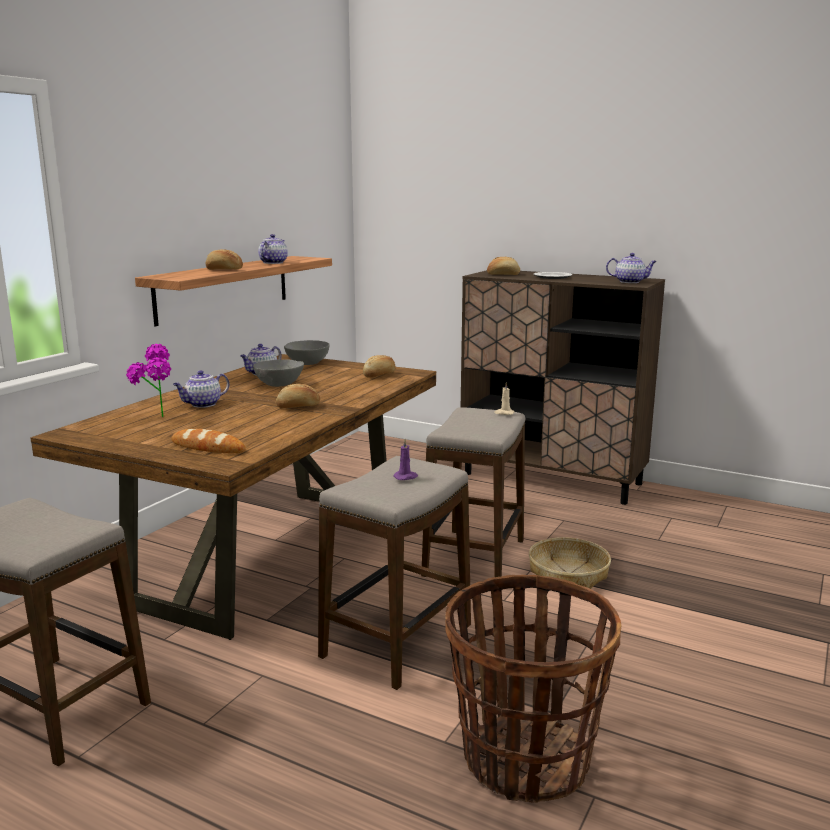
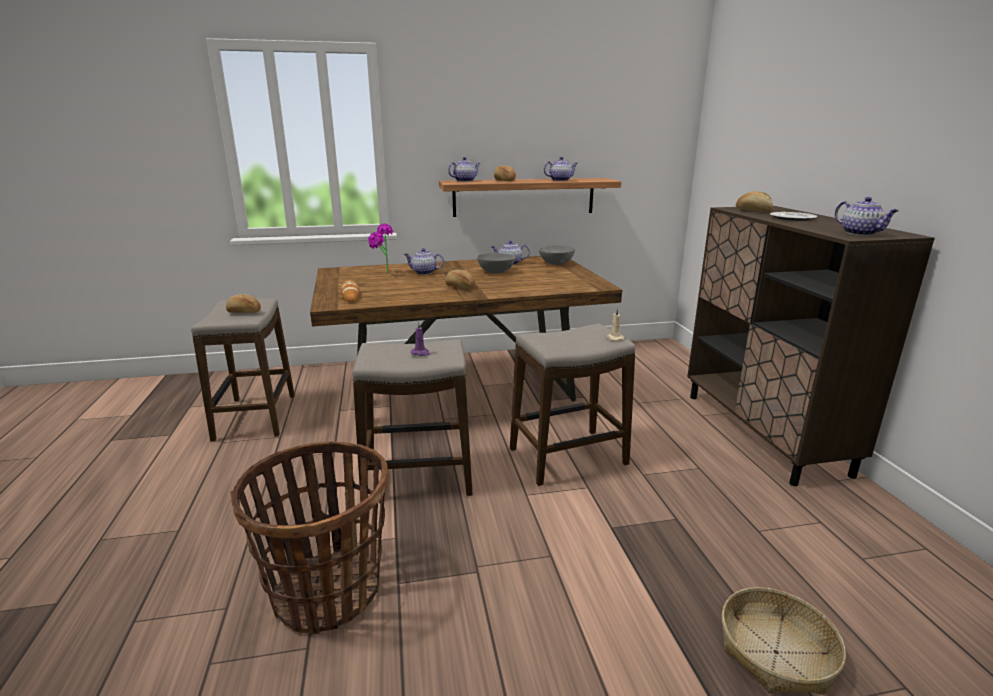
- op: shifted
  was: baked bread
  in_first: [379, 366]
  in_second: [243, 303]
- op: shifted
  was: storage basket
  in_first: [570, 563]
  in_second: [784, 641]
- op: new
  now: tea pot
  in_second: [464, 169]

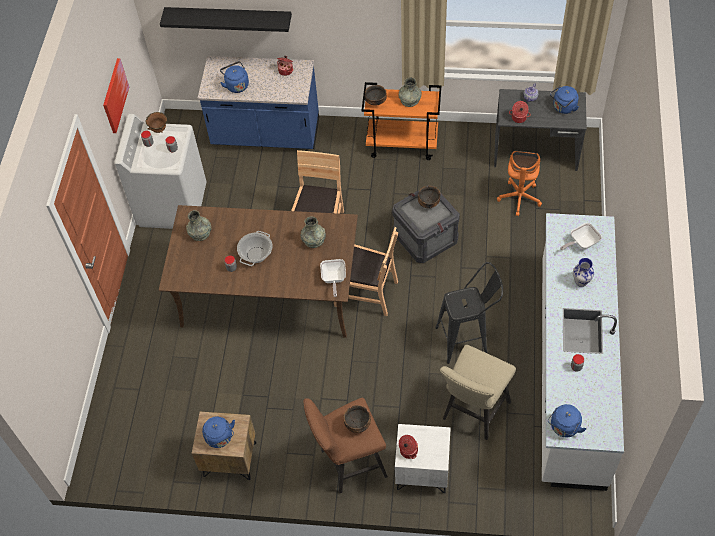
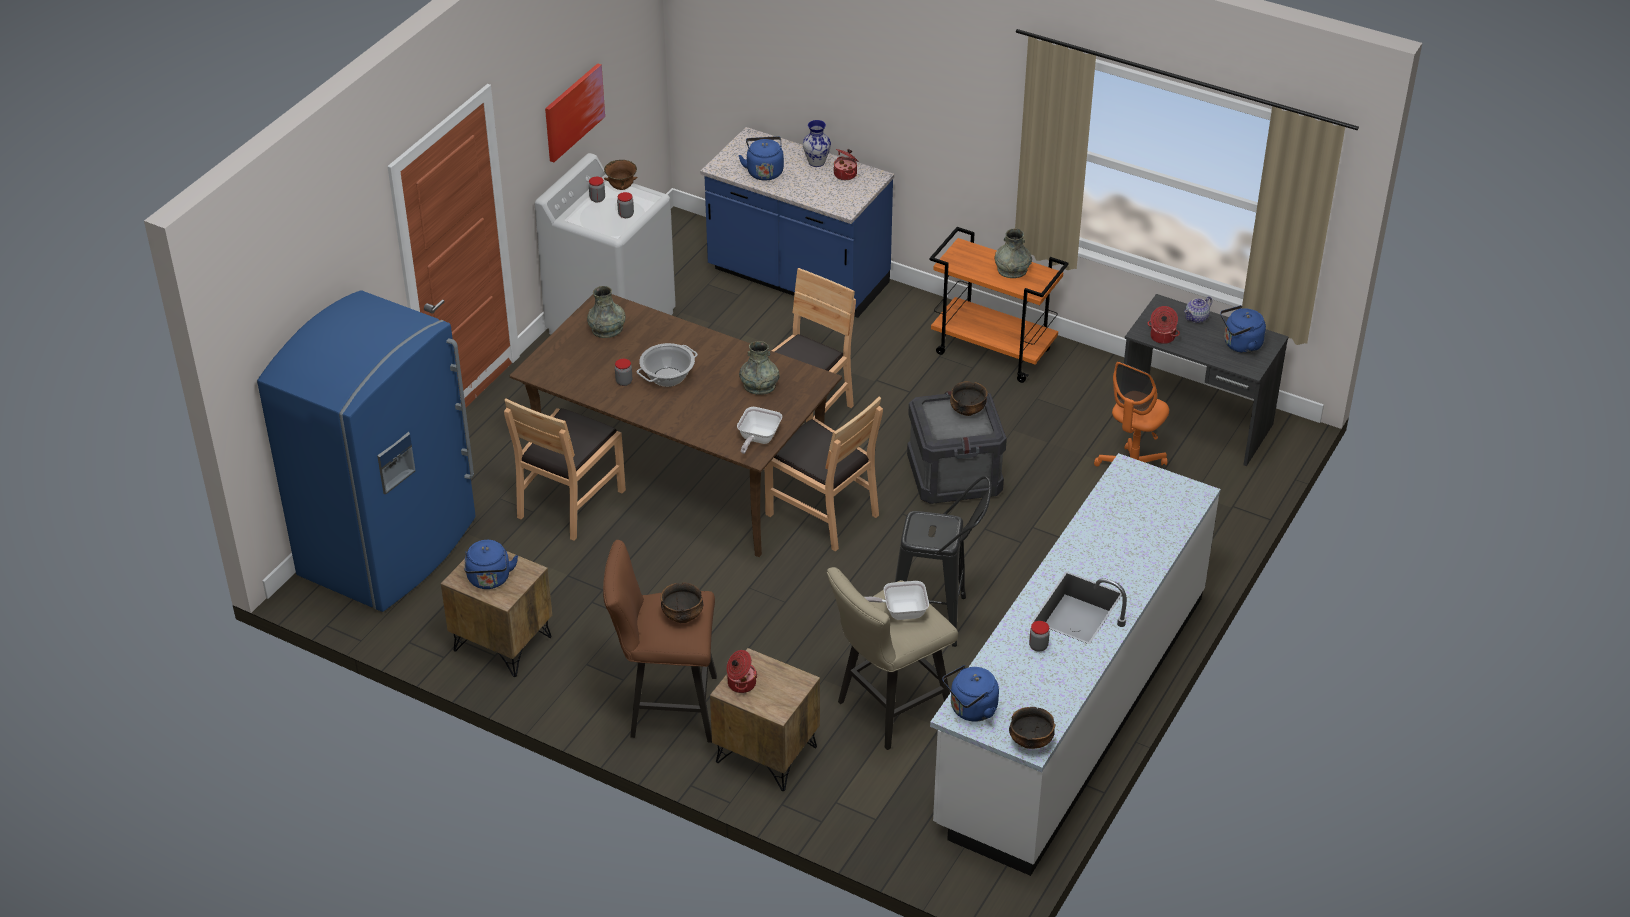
- op: gone
  was: black-coloured wall shelf
  in_first: [226, 19]
- op: shifted
  was: bowl
  in_first: [375, 95]
  in_second: [1032, 728]
- op: shifted
  was: frying pan
  in_first: [581, 236]
  in_second: [896, 600]
- op: shifted
  was: flower vase
  in_first: [583, 272]
  in_second: [817, 143]
- op: repainted
  was: white-coloured night table
  now: brownish night table
  in_first: [423, 458]
  in_second: [765, 719]
- op: new
  now: bluish fridge
  in_second: [366, 451]
- op: new
  now: brownish chair
  in_second: [565, 469]

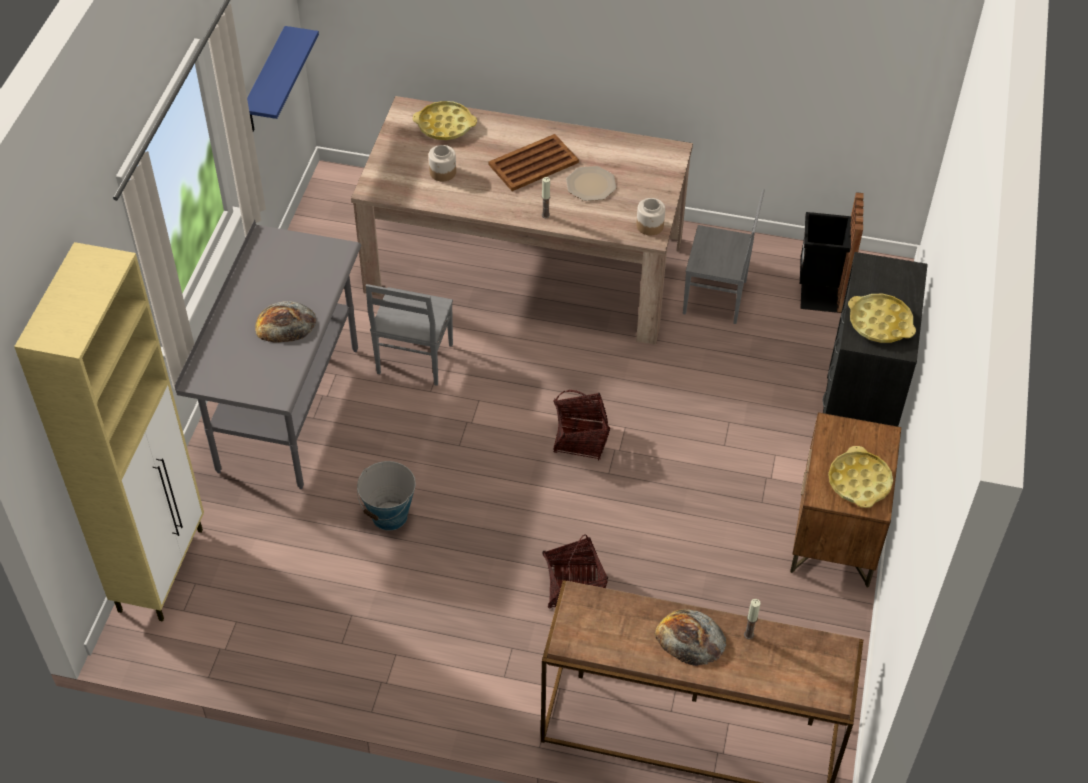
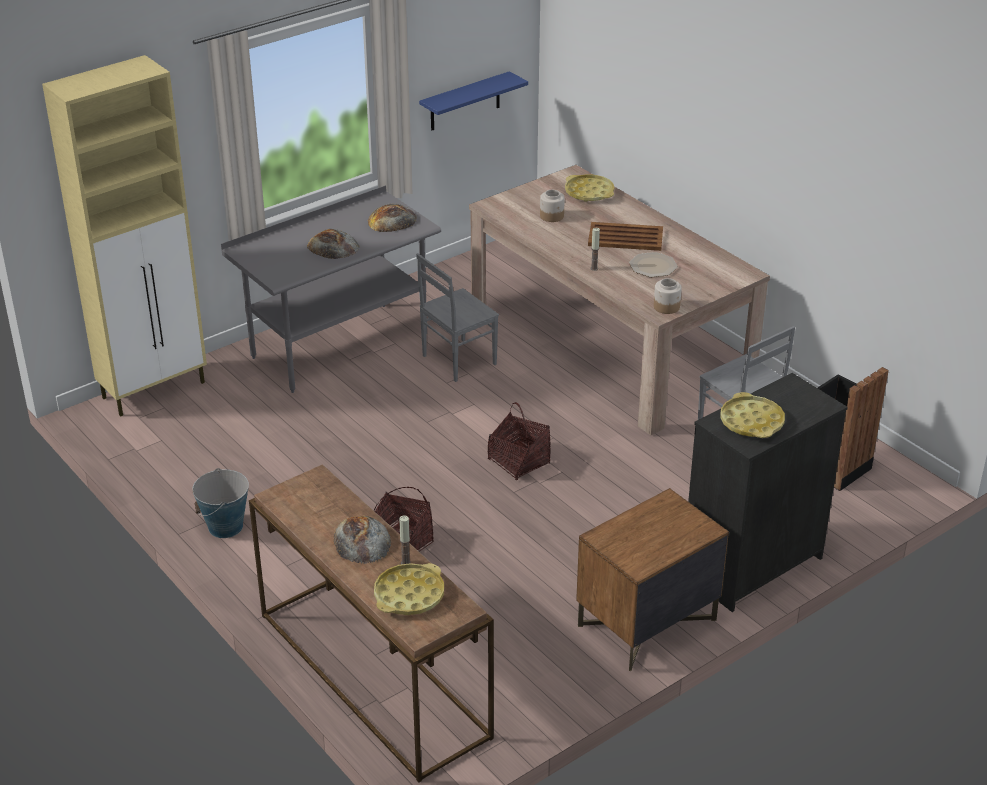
- op: shifted
  was: yellowish serving tray
  in_first: [860, 477]
  in_second: [409, 589]
- op: shifted
  was: pail
  in_first: [386, 496]
  in_second: [220, 503]
- op: new
  now: baked bread
  in_second: [392, 218]

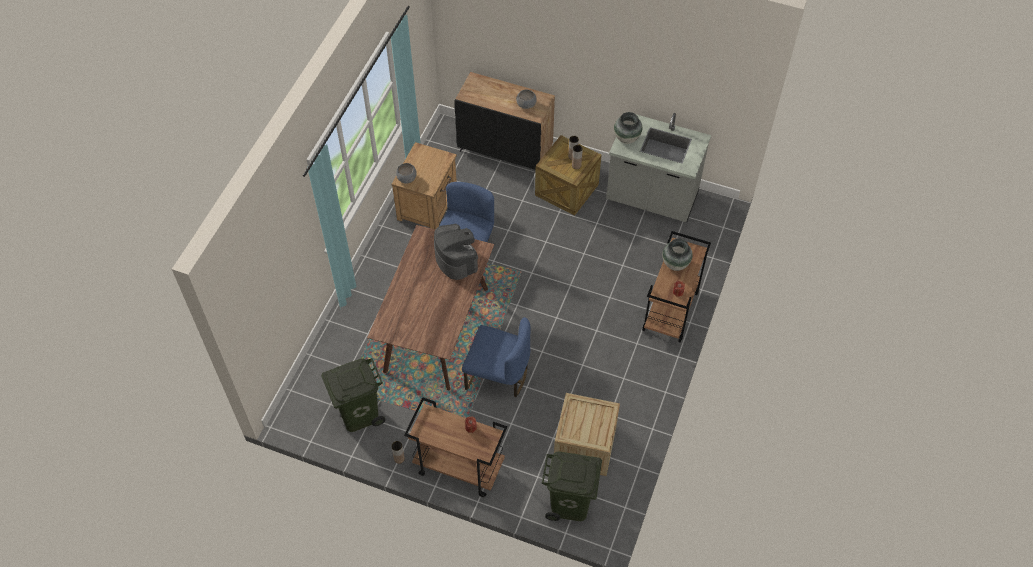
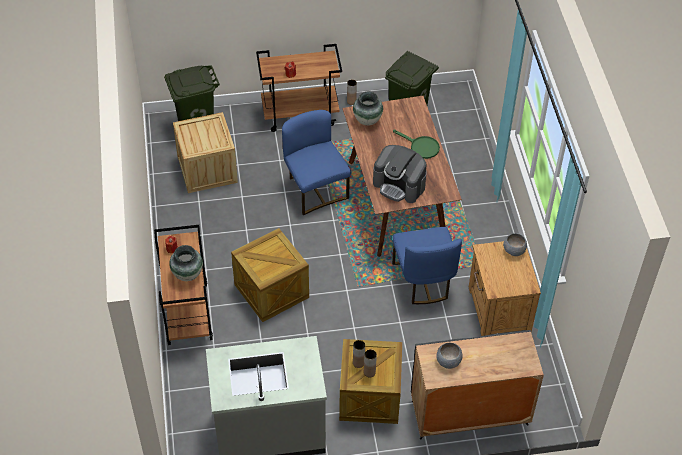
- op: shifted
  was: flower vase
  in_first: [628, 128]
  in_second: [368, 109]
- op: rotated
  was: bluish chair
  in_first: [496, 357]
  in_second: [316, 162]
  clockwise: 75
- op: new
  now: green frying pan
  in_second: [416, 144]
- op: new
  now: shipping crate
  in_second: [270, 275]

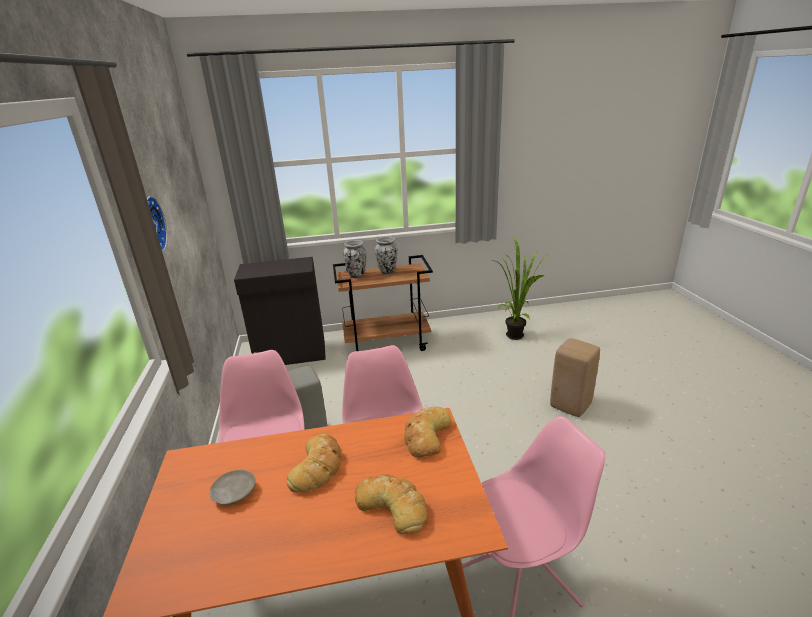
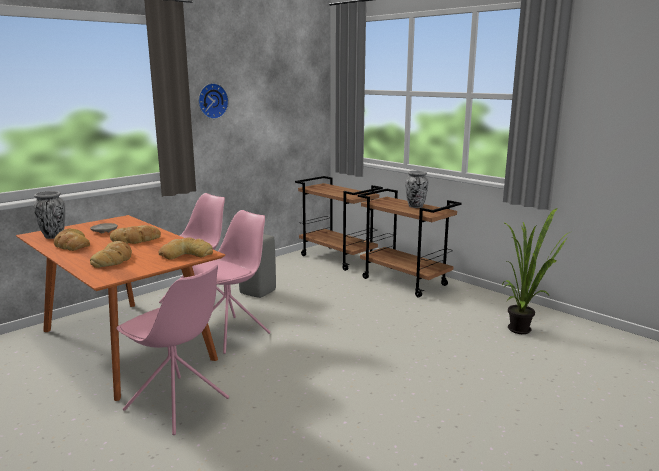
- op: shifted
  was: flower vase
  in_first: [354, 259]
  in_second: [49, 215]
- op: swapped
  was: black-coloured storage cabinet
  now: brownish trolley
  in_first: [280, 311]
  in_second: [339, 223]
- op: gone
  was: beige sitting stool
  in_first: [575, 377]
- op: new
  now: baked bread
  in_second: [72, 239]

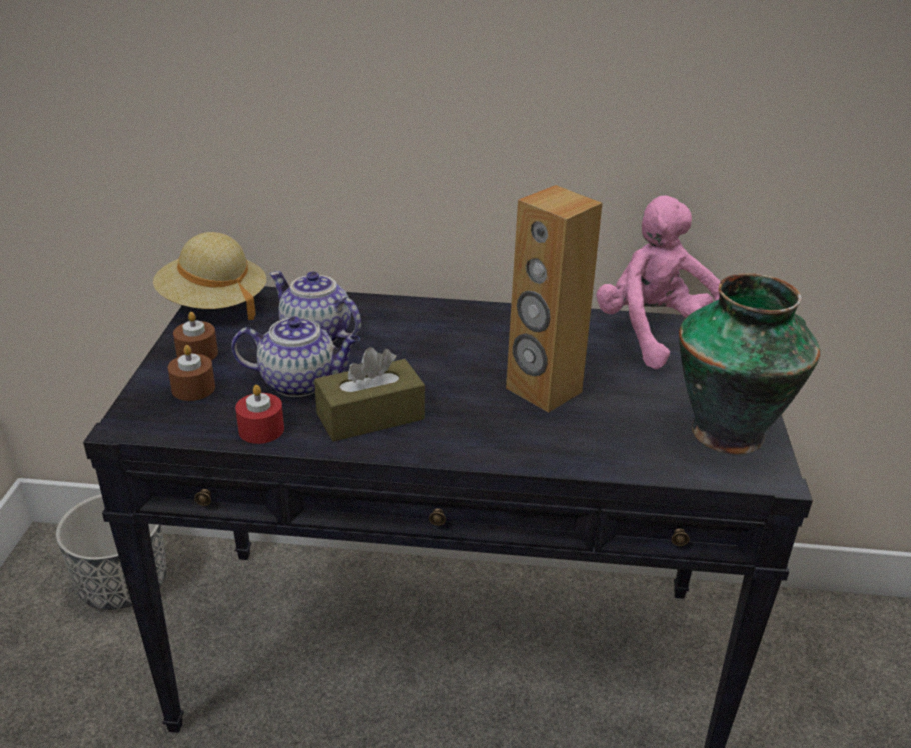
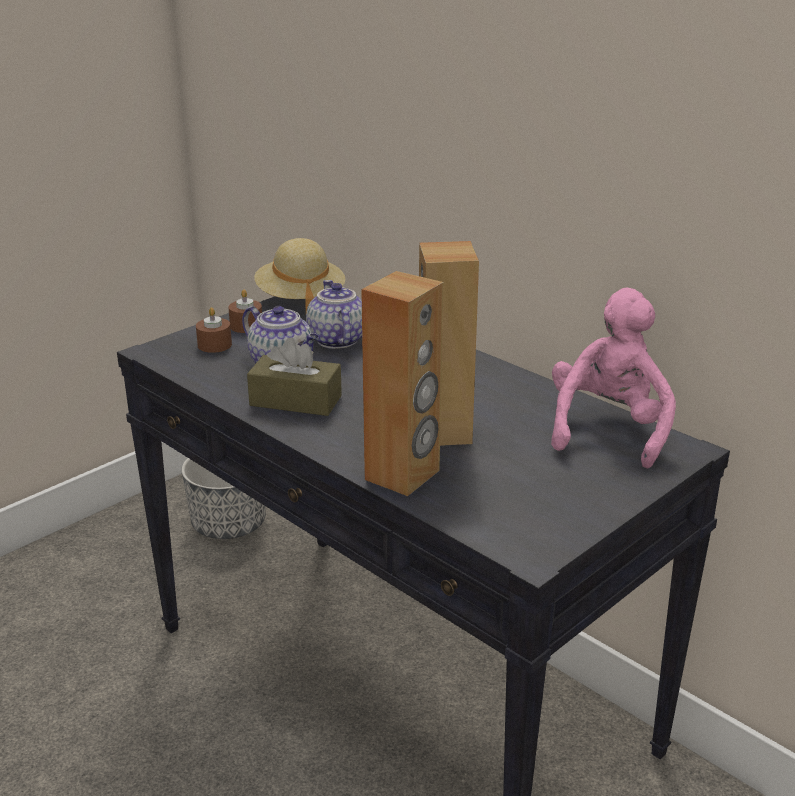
- op: gone
  was: flower vase
  in_first: [749, 363]
- op: gone
  was: red-coloured wax candle
  in_first: [259, 414]
- op: new
  now: brownish audio speaker
  in_second: [402, 383]

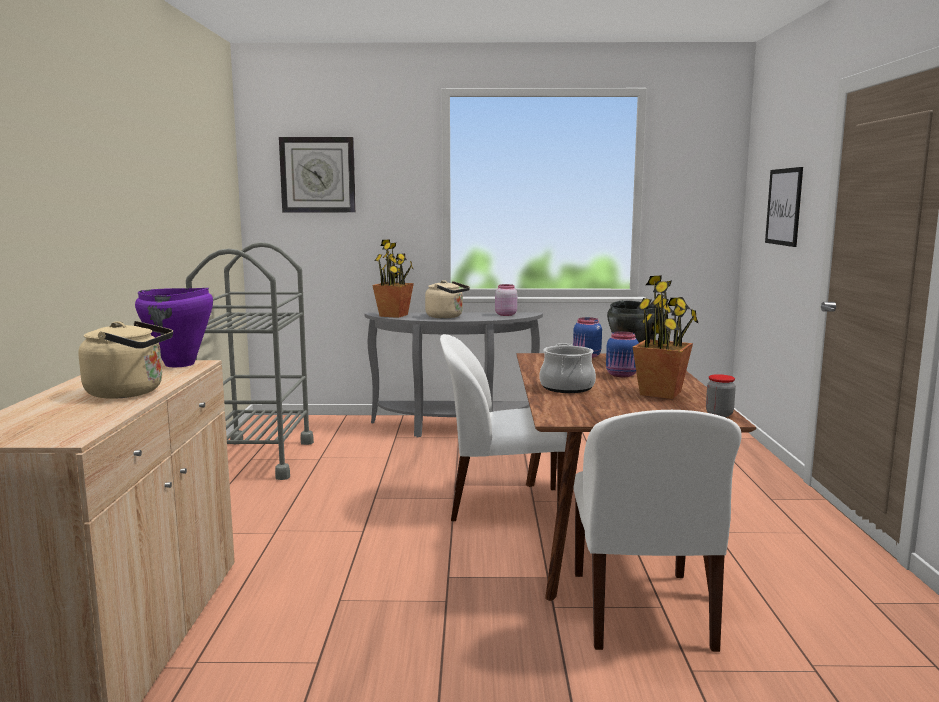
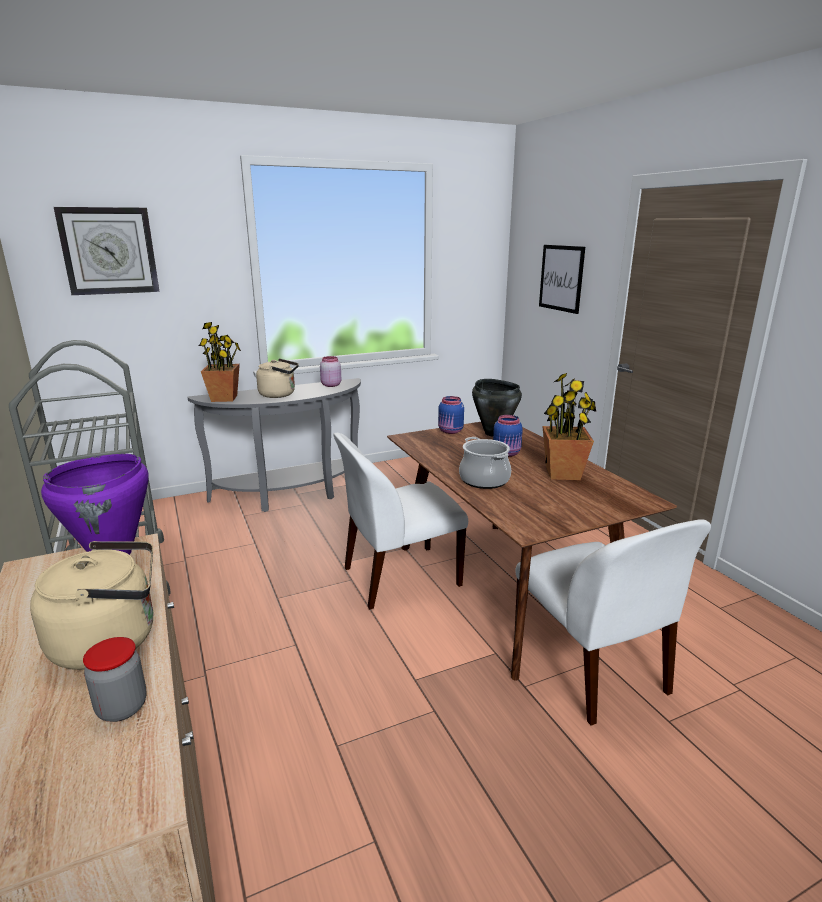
- op: shifted
  was: storage jar
  in_first: [721, 395]
  in_second: [115, 679]

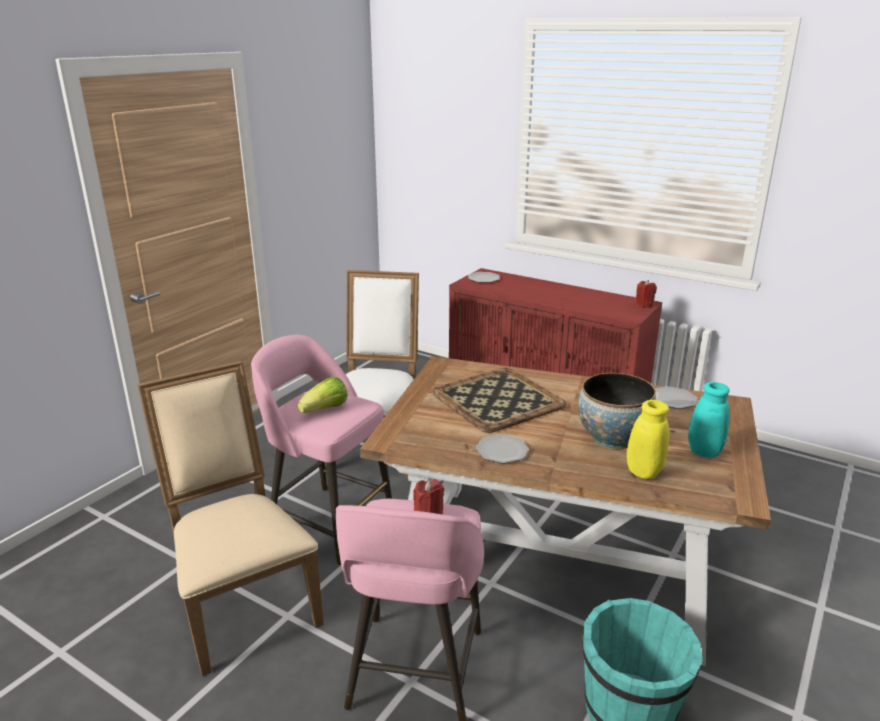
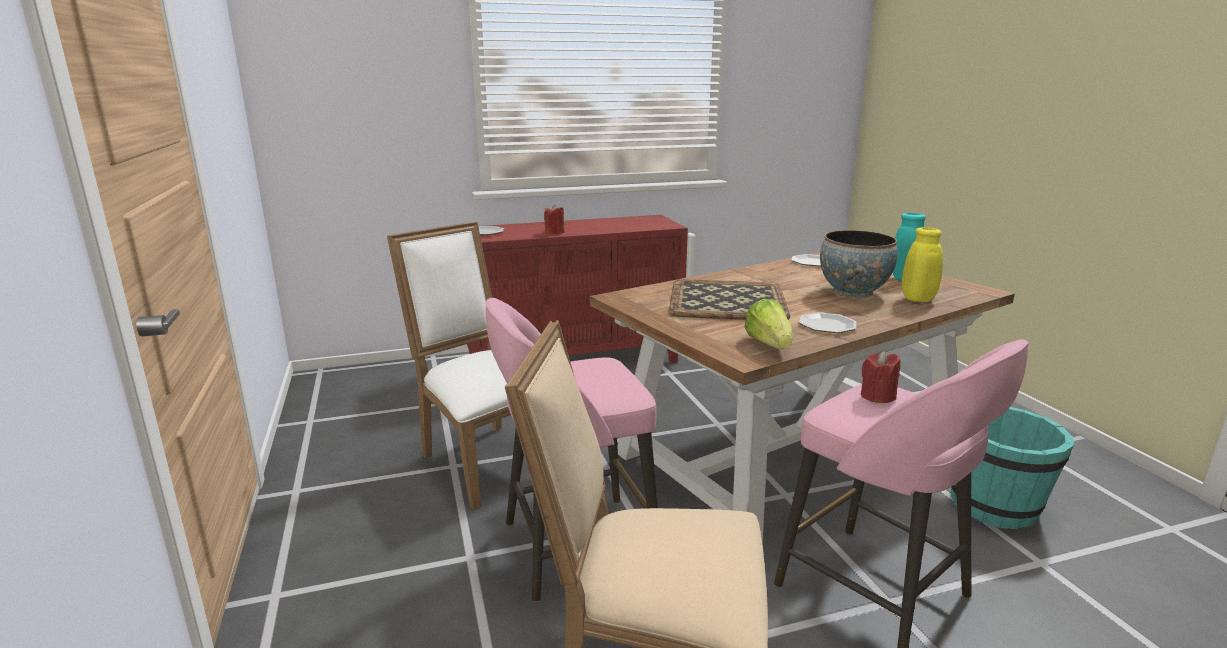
- op: shifted
  was: red-coloured wax candle
  in_first: [646, 293]
  in_second: [554, 219]
- op: shifted
  was: head of lettuce
  in_first: [323, 395]
  in_second: [768, 324]

